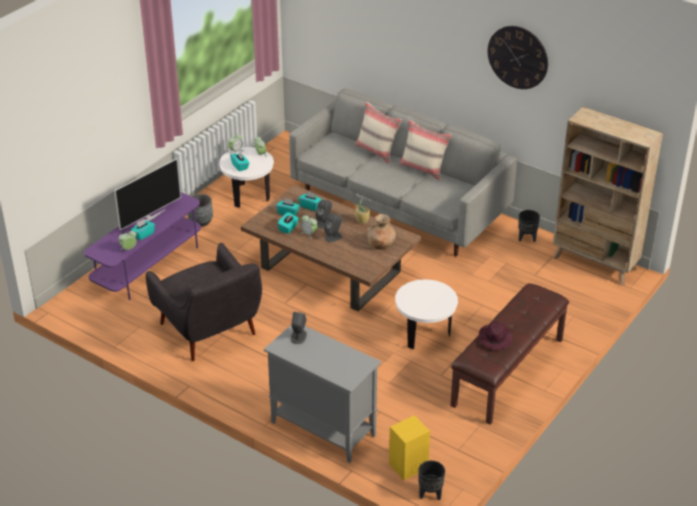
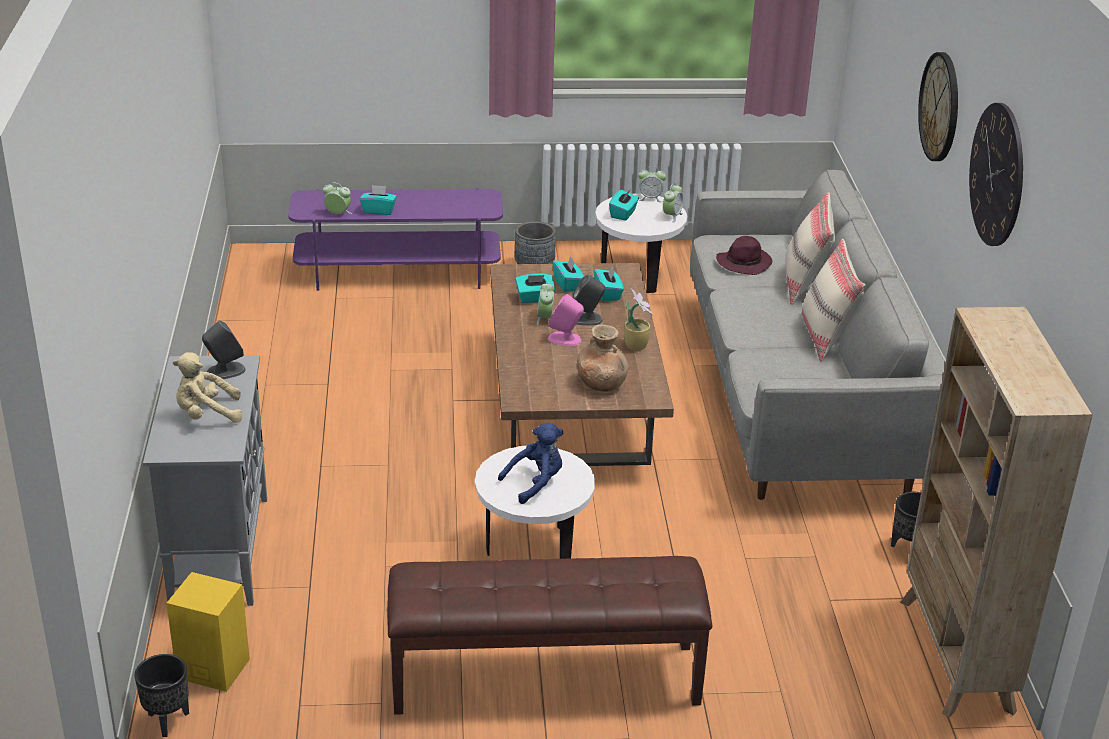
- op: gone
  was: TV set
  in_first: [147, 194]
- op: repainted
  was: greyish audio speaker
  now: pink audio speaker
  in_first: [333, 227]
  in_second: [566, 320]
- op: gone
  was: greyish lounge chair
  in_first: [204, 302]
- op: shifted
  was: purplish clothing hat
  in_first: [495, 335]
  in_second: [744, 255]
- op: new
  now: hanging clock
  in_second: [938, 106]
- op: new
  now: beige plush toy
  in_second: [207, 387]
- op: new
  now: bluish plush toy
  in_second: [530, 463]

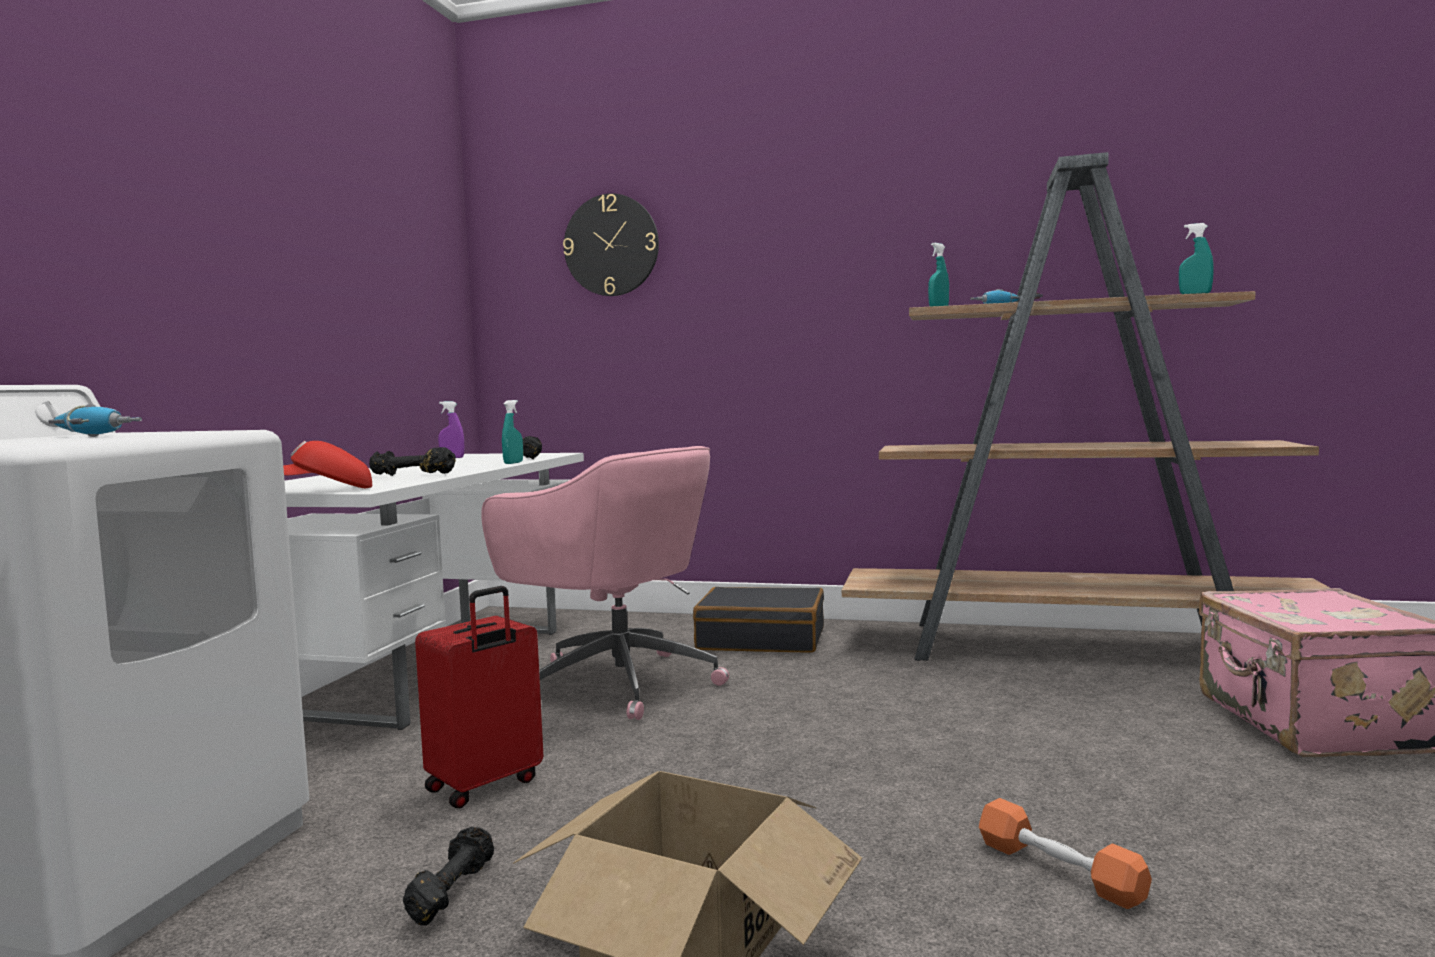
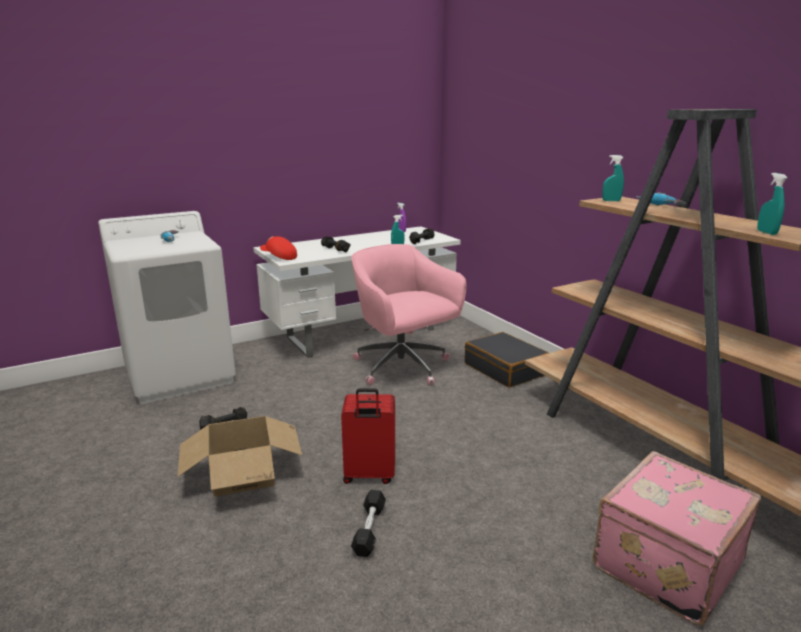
- op: gone
  was: hanging clock
  in_first: [611, 244]
- op: rotated
  was: pink desk chair
  in_first: [605, 583]
  in_second: [408, 314]
  clockwise: 150
- op: shifted
  was: red-coloured piece of luggage
  in_first: [479, 697]
  in_second: [368, 436]
- op: repainted
  was: orangey hand weight
  now: black-coloured hand weight
  in_first: [1065, 853]
  in_second: [368, 523]

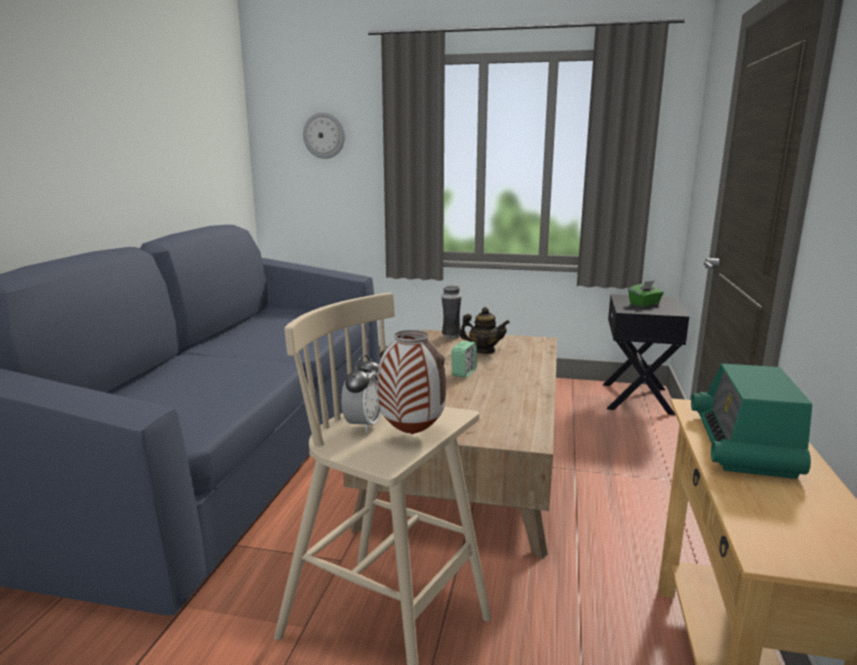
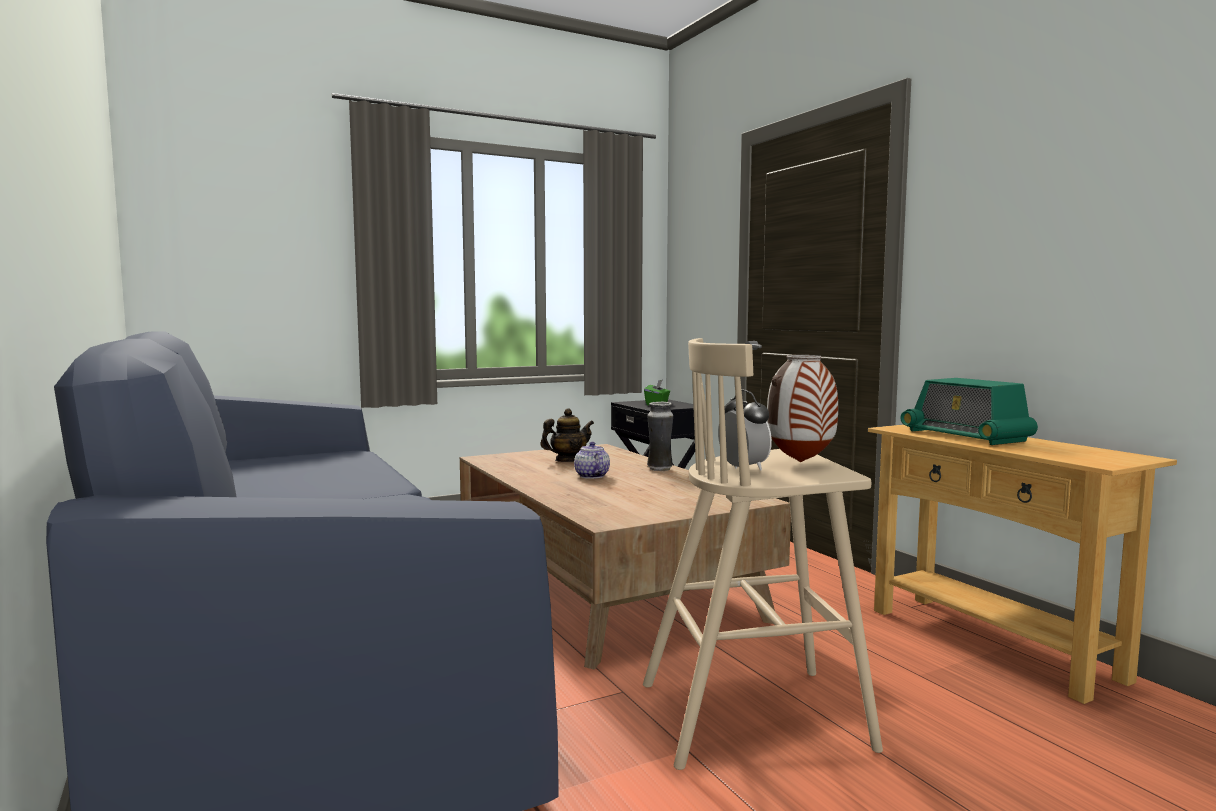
- op: gone
  was: hanging clock
  in_first: [324, 135]
- op: shifted
  was: flower vase
  in_first: [451, 312]
  in_second: [660, 436]
- op: swapped
  was: alarm clock
  now: tea pot
  in_first: [464, 359]
  in_second: [592, 460]

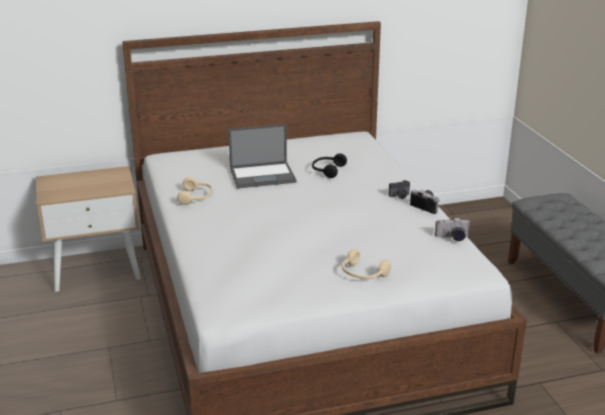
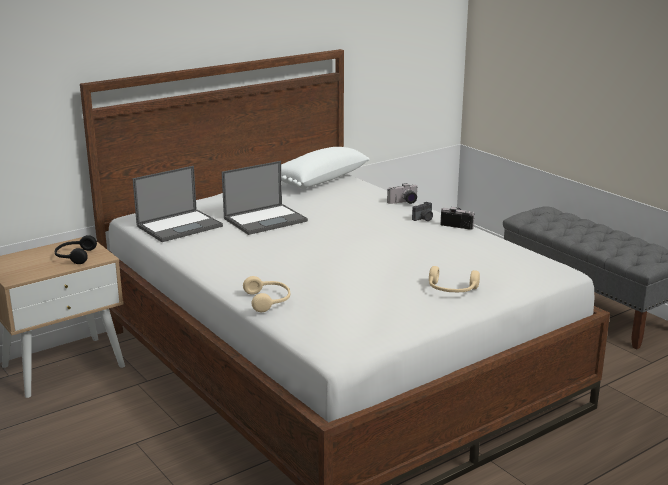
- op: shifted
  was: black-coloured pair of headphones
  in_first: [329, 166]
  in_second: [76, 249]
- op: shifted
  was: beige pair of headphones
  in_first: [195, 191]
  in_second: [266, 294]
- op: shifted
  was: still camera
  in_first: [452, 229]
  in_second: [402, 193]
- op: new
  now: white-coloured throw pillow
  in_second: [325, 167]
- op: new
  now: laptop
  in_second: [177, 204]

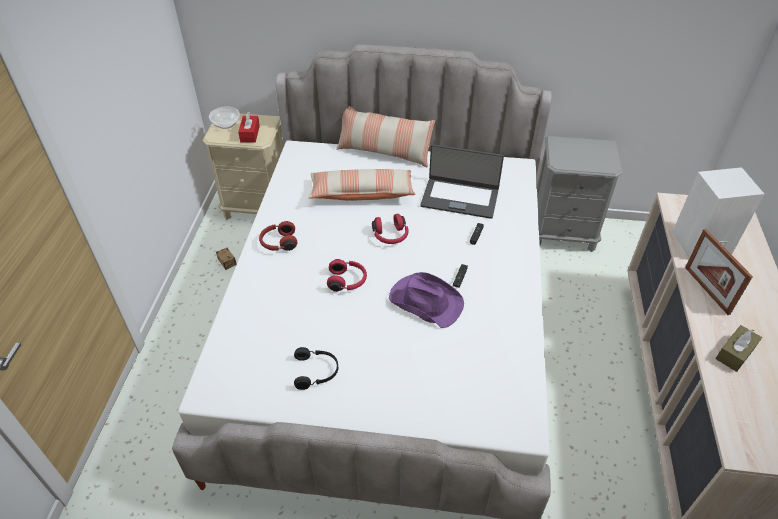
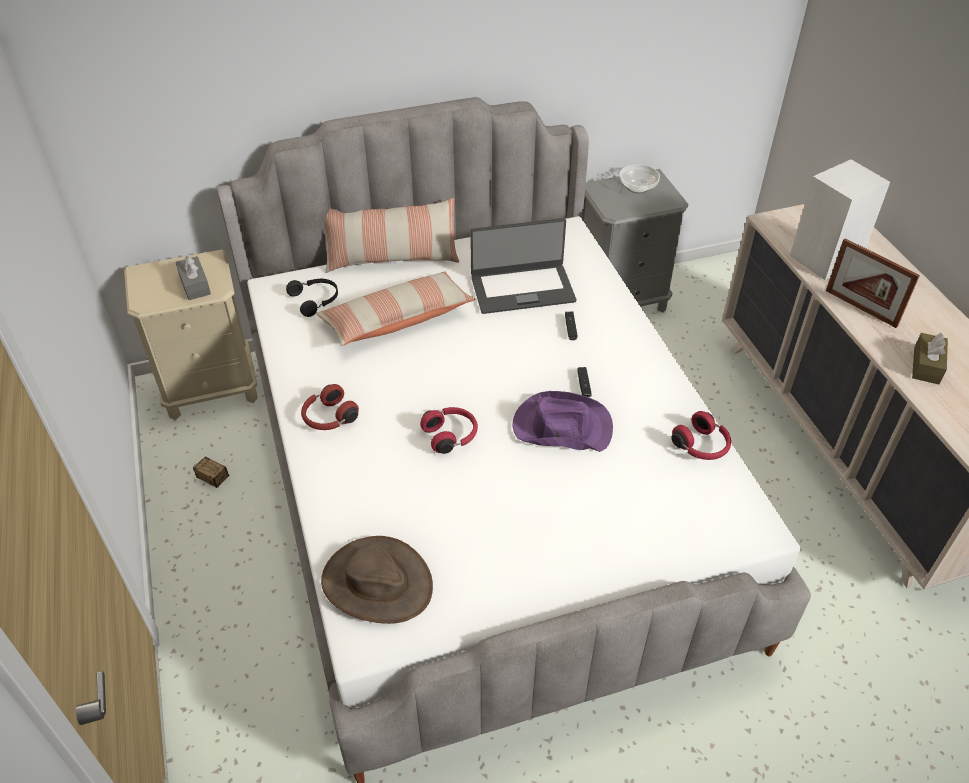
- op: shifted
  was: bowl
  in_first: [224, 118]
  in_second: [640, 179]
- op: repainted
  was: red-coloured tissue box
  now: greyish tissue box
  in_first: [249, 127]
  in_second: [193, 277]
- op: shifted
  was: red-coloured pair of headphones
  in_first: [390, 229]
  in_second: [701, 435]
- op: shifted
  was: black-coloured pair of headphones
  in_first: [316, 368]
  in_second: [312, 298]
- op: new
  now: brownish clothing hat
  in_second: [377, 580]

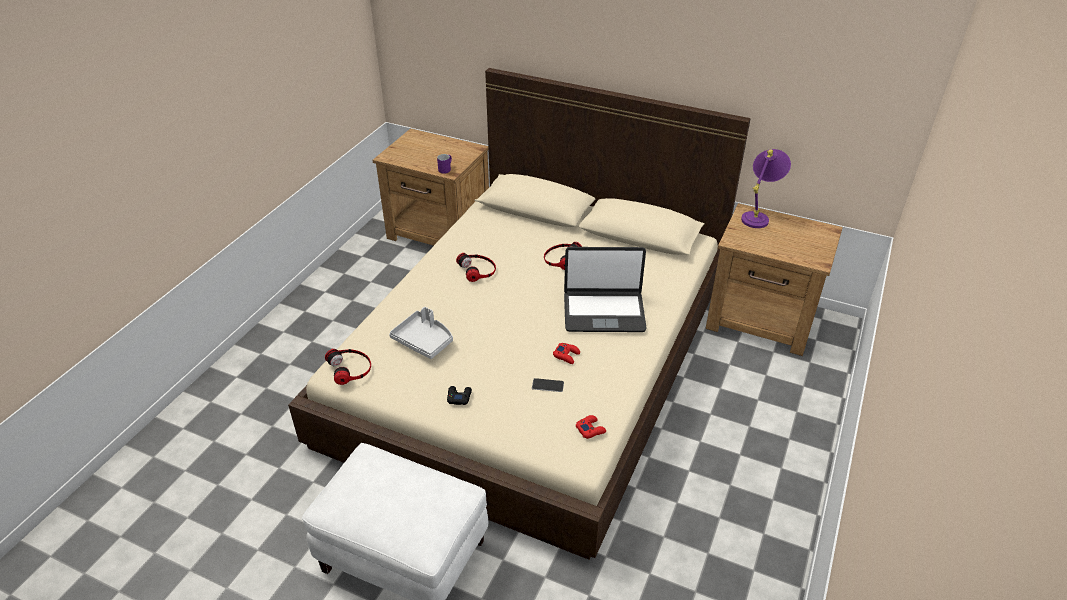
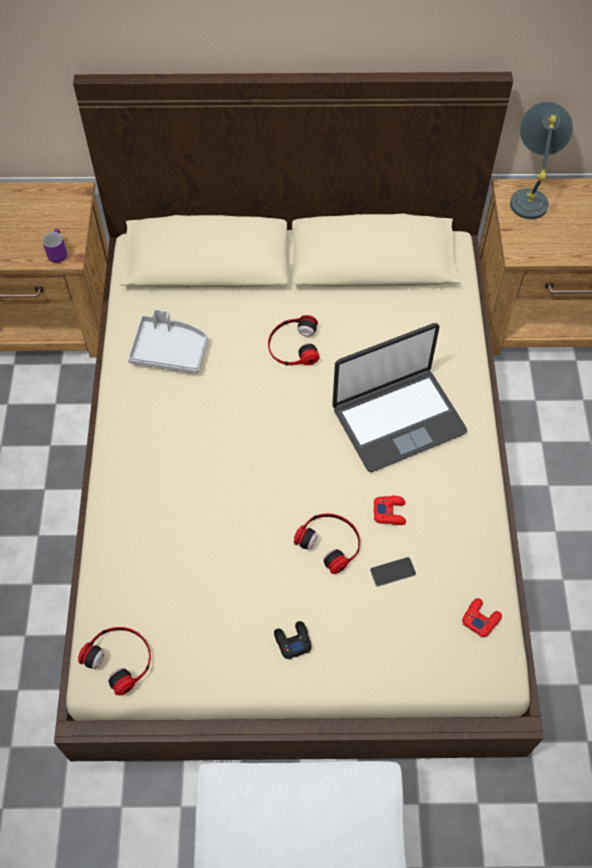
- op: repainted
  was: purplish table lamp
  now: greyish table lamp
  in_first: [766, 188]
  in_second: [541, 160]
- op: shifted
  was: pair of headphones
  in_first: [476, 267]
  in_second: [327, 543]
- op: shifted
  was: greyish serving tray
  in_first: [421, 333]
  in_second: [168, 341]

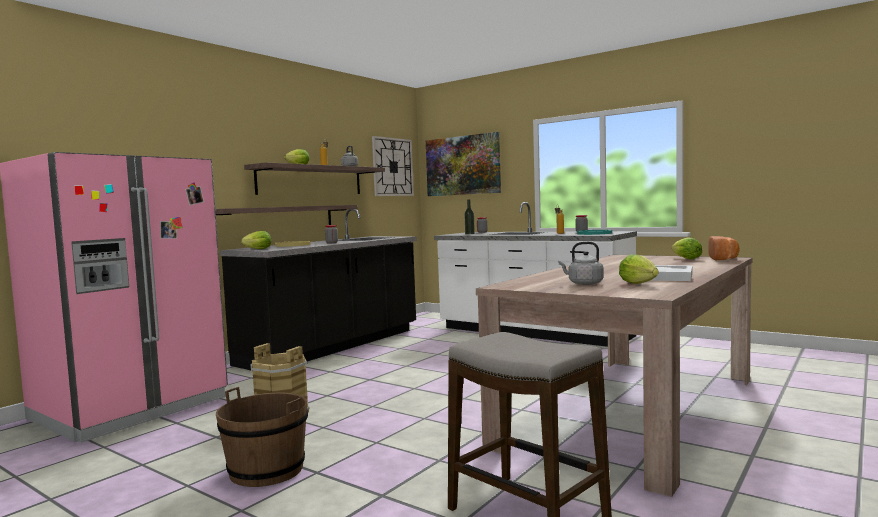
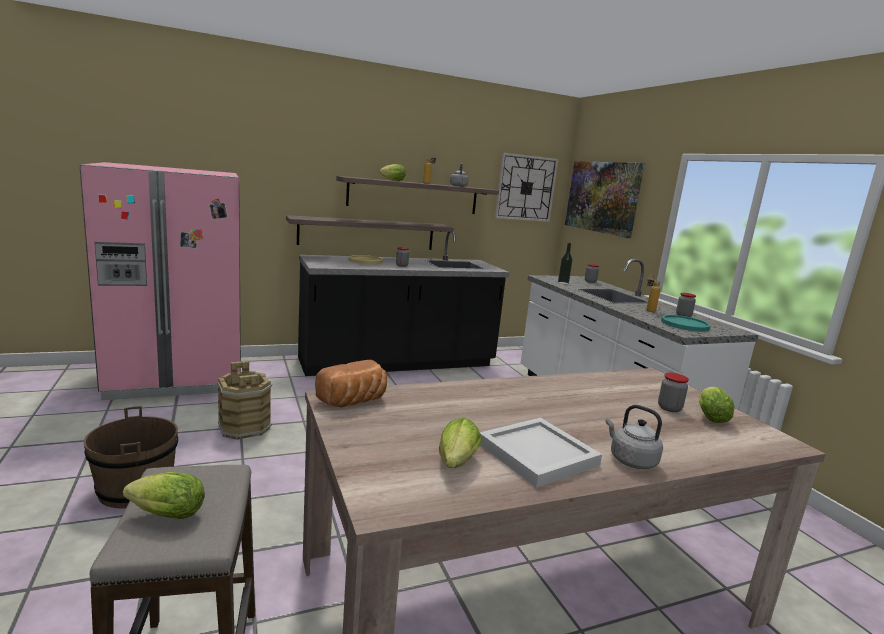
- op: shifted
  was: head of lettuce
  in_first: [256, 240]
  in_second: [164, 495]
- op: shifted
  was: baked bread
  in_first: [724, 248]
  in_second: [351, 384]
- op: shifted
  was: greyish water kettle
  in_first: [581, 263]
  in_second: [634, 437]
- op: new
  now: storage jar
  in_second: [673, 392]

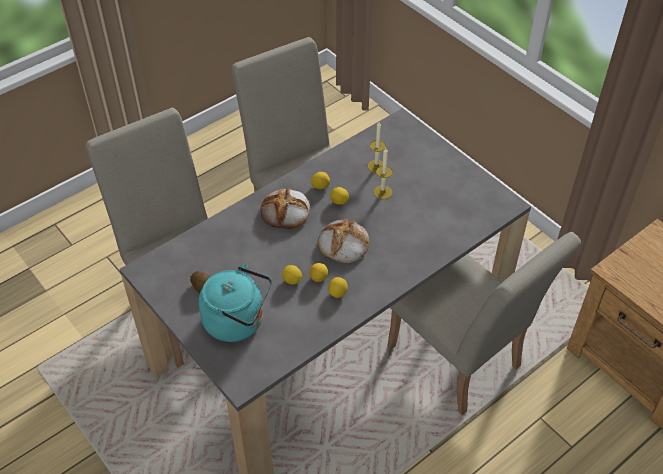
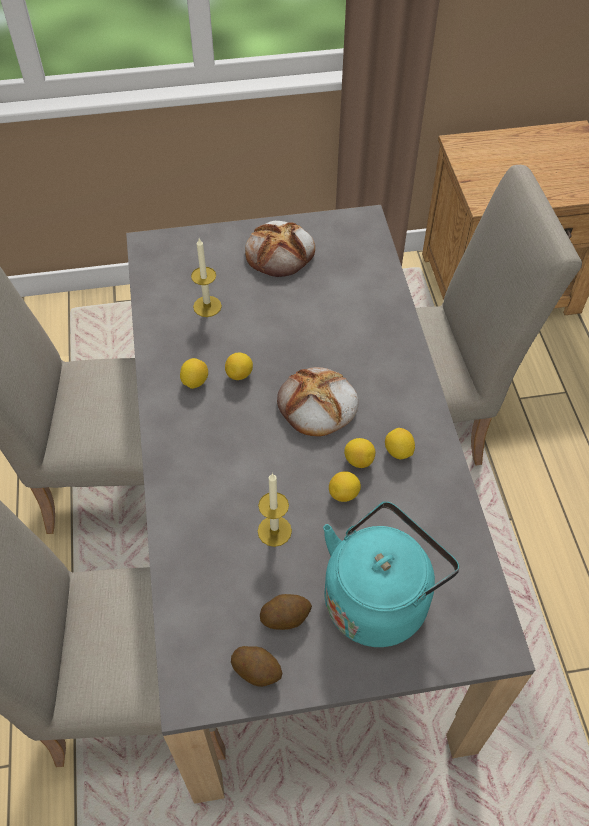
- op: shifted
  was: wax candle
  in_first: [383, 173]
  in_second: [275, 510]
- op: shifted
  was: baked bread
  in_first: [285, 208]
  in_second: [280, 249]
- op: new
  now: potato
  in_second: [256, 666]

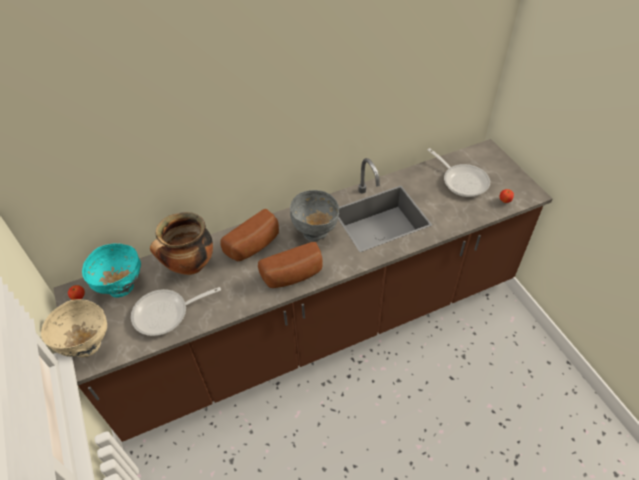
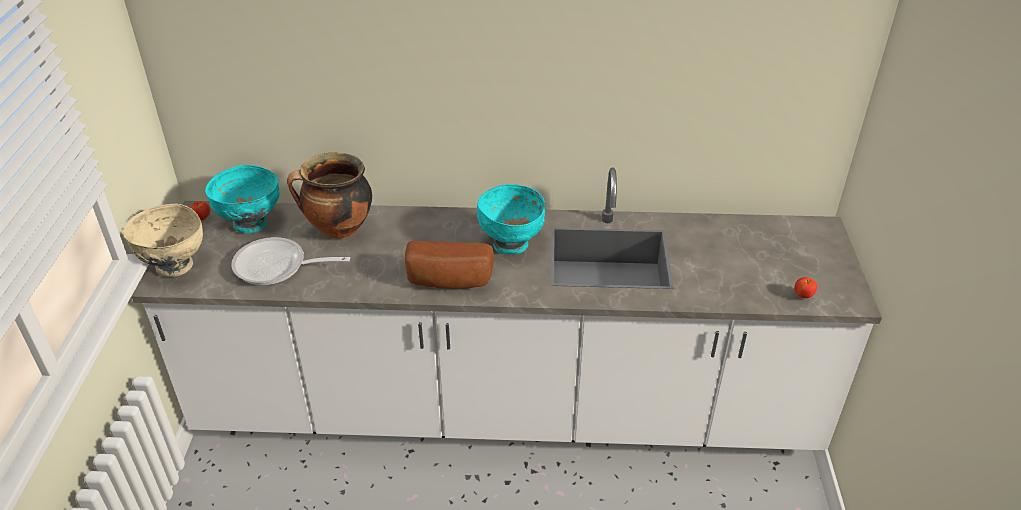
- op: repainted
  was: brownish counter
  now: white-coloured counter
  in_first: [303, 290]
  in_second: [506, 308]
- op: gone
  was: frying pan
  in_first: [459, 172]
- op: repainted
  was: greyish bowl
  now: turquoise bowl
  in_first: [314, 216]
  in_second: [511, 219]
- op: gone
  was: baked bread
  in_first: [249, 235]

